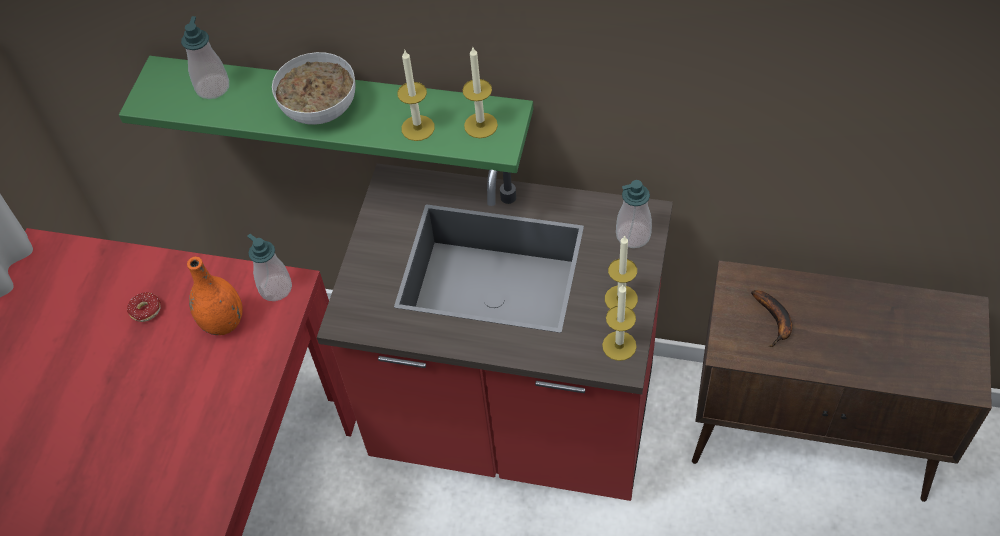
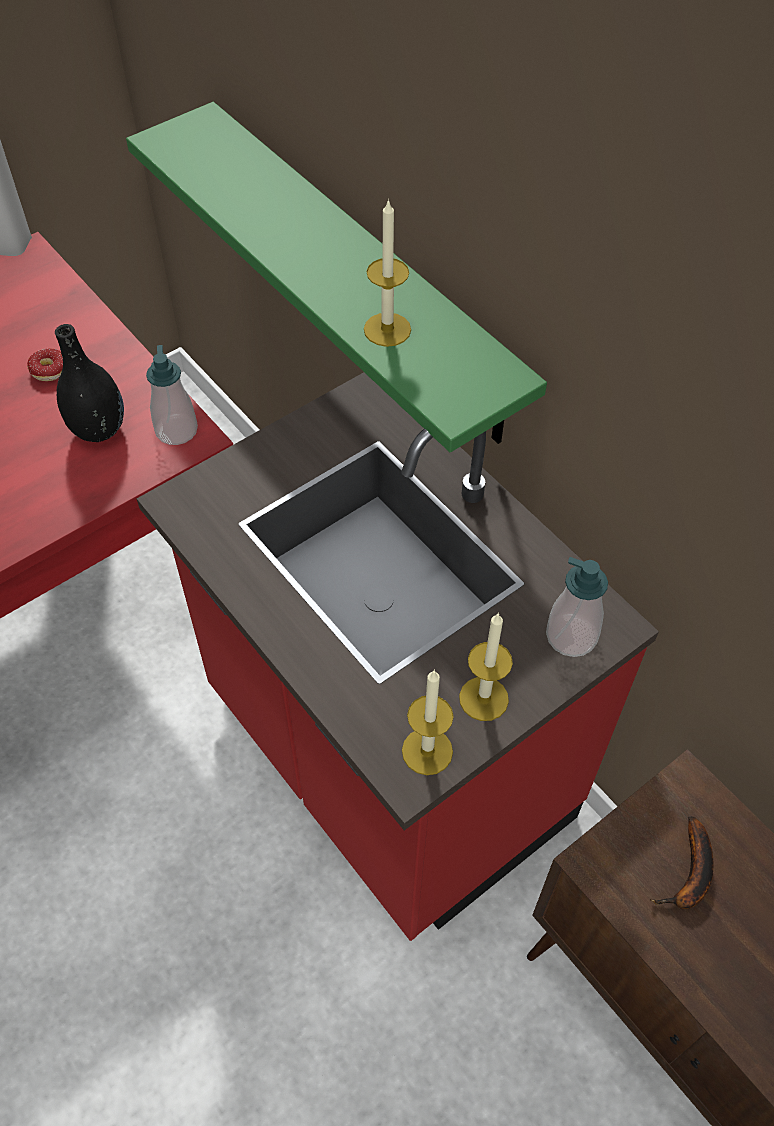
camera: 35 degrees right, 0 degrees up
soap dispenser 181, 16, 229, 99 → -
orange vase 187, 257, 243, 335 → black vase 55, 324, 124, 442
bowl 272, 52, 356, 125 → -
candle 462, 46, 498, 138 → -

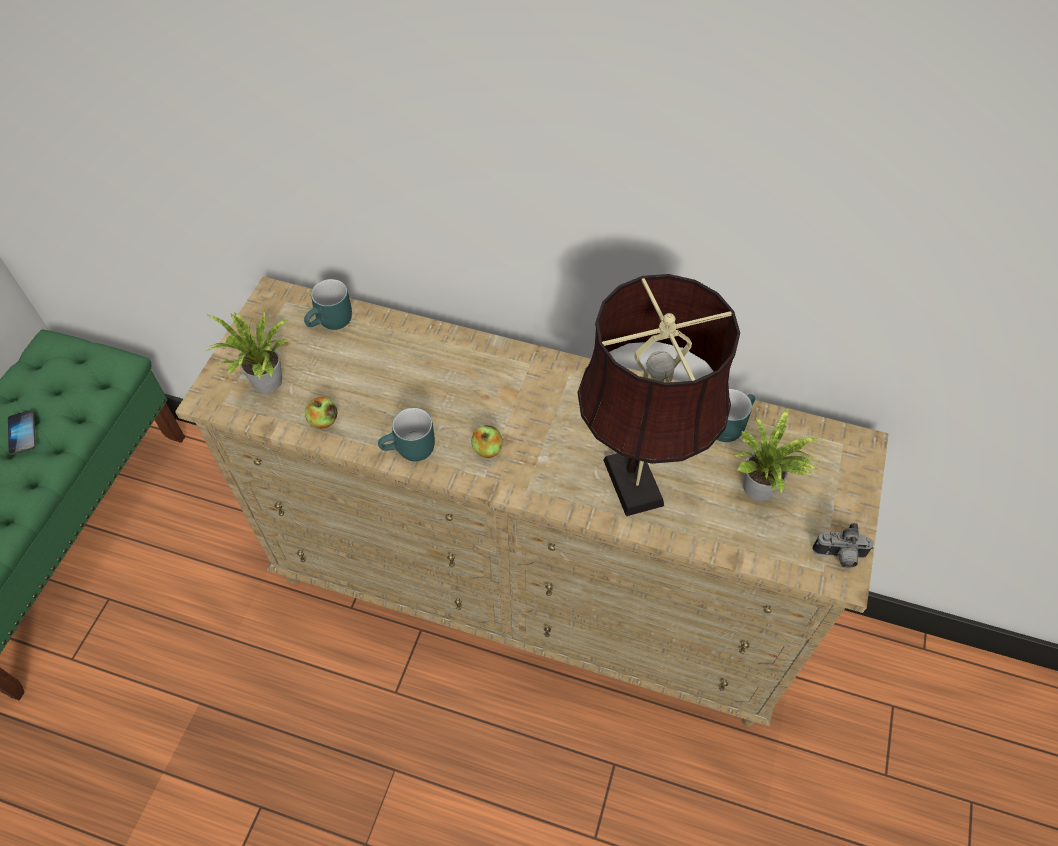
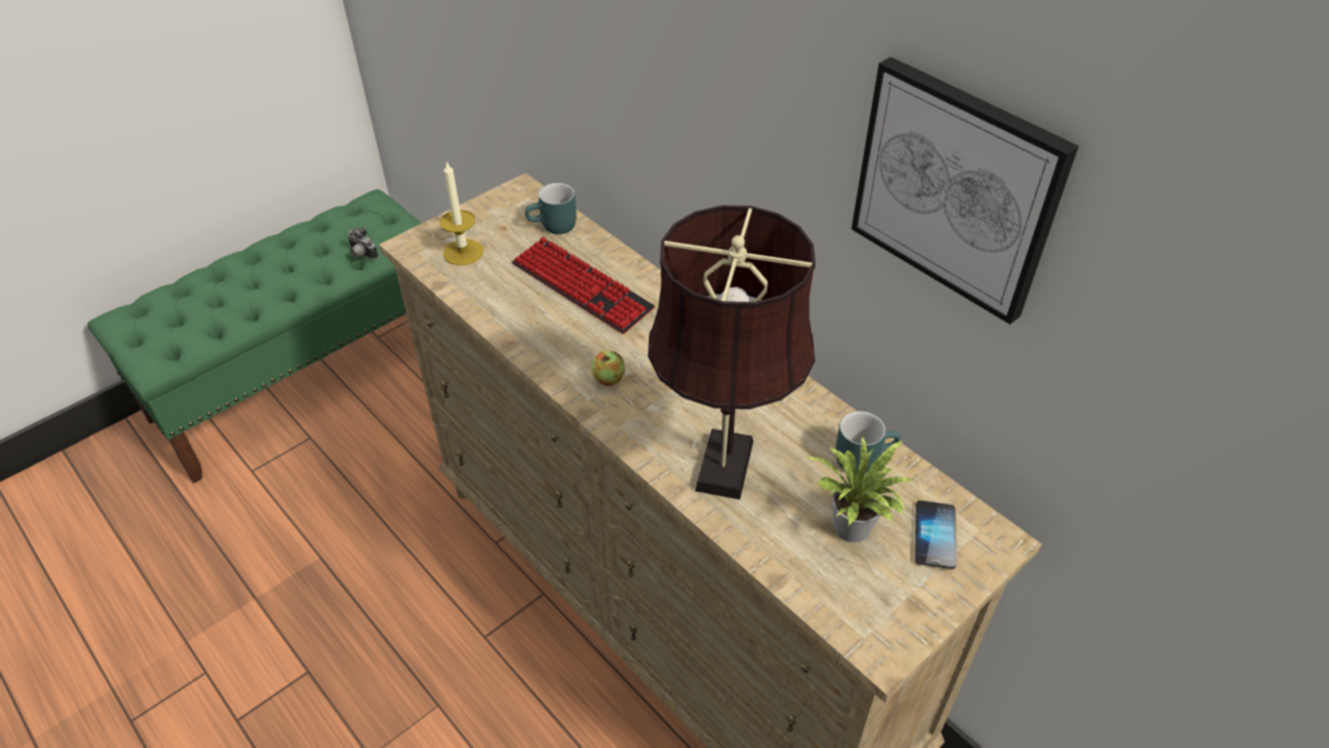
camera: 30 degrees right, 10 degrees down
phone 8, 410, 36, 455 → phone 915, 500, 956, 569, relocated
potted plant 204, 308, 290, 393 → candle 440, 162, 483, 266
apple 305, 397, 338, 429 → -
turquoise mug 378, 408, 435, 461 → -
photo camera 812, 523, 874, 568 → photo camera 347, 227, 378, 260, relocated
- → keyboard 512, 237, 655, 334
- → picture 851, 57, 1079, 324

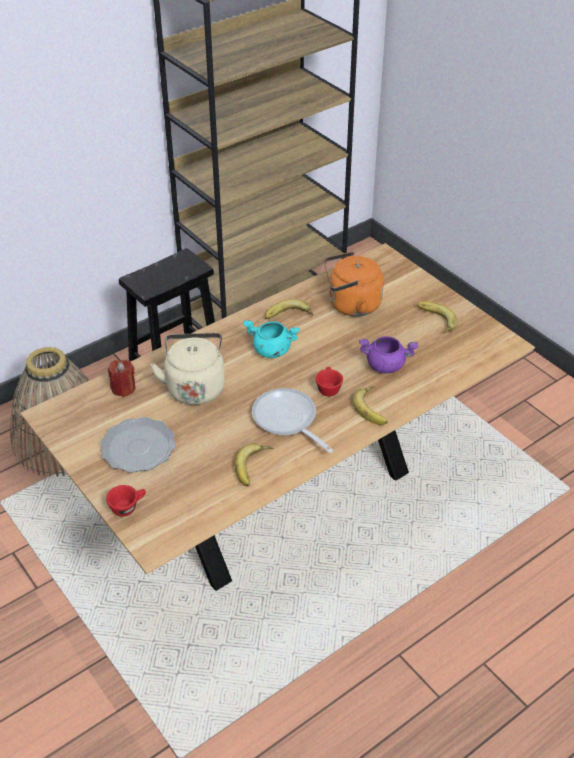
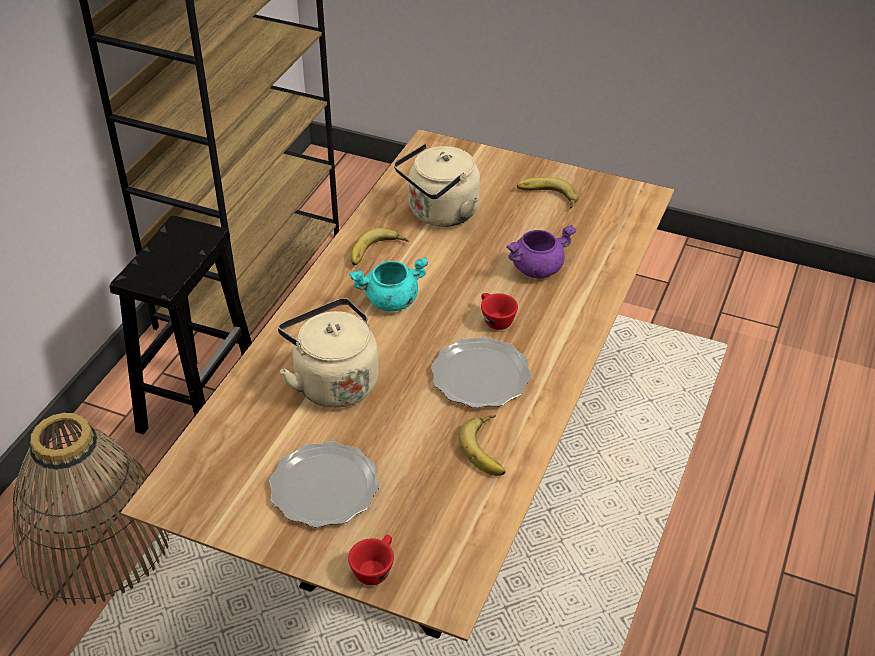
camera: 30 degrees left, 0 degrees up
red candle 108, 360, 135, 397 → -
frying pan 252, 388, 333, 453 → plate 431, 337, 532, 408
orange kettle 324, 251, 384, 317 → beige kettle 394, 144, 480, 227
banana 352, 386, 388, 425 → -

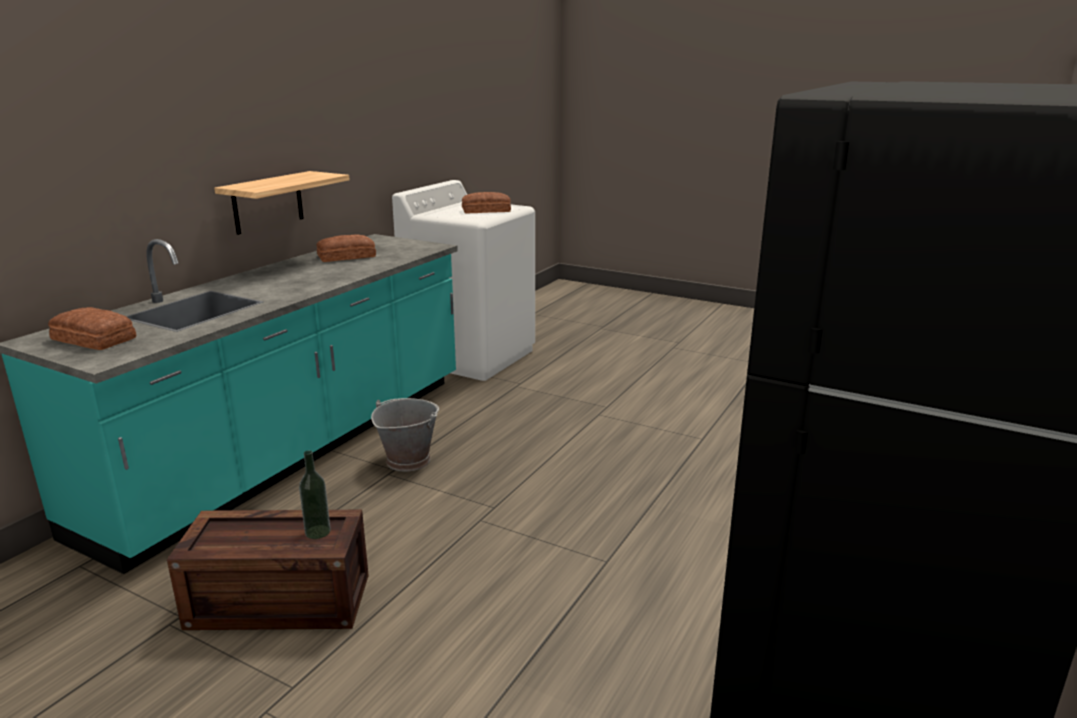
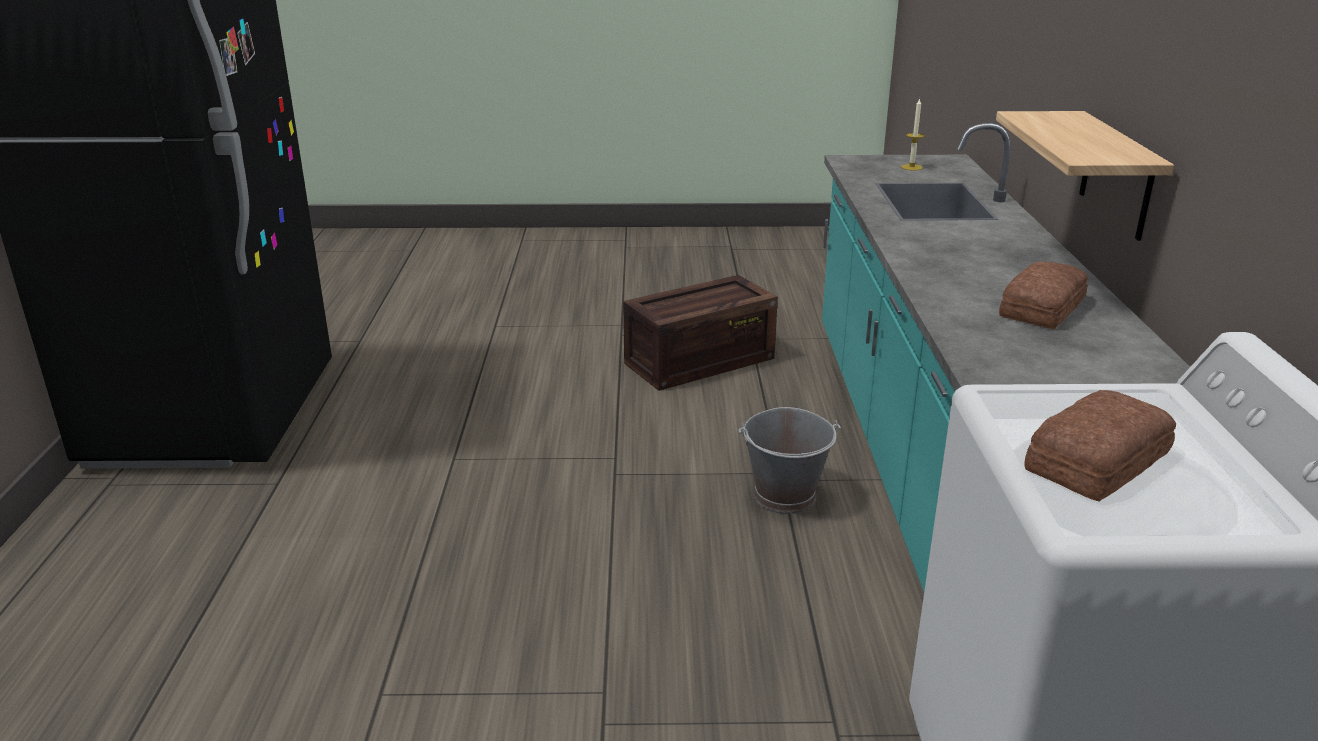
camera: 150 degrees right, 5 degrees up
bread 48, 307, 136, 350 → candle 901, 98, 925, 171
bottle 299, 450, 331, 539 → -

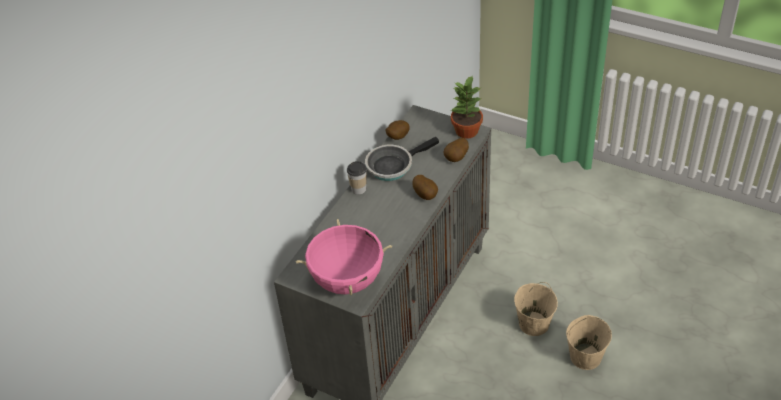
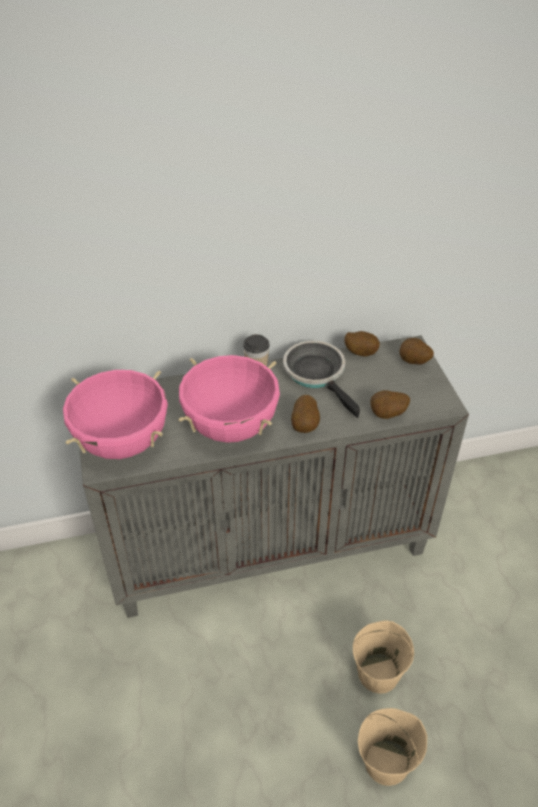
camera: 45 degrees right, 0 degrees up
frying pan 365, 137, 439, 181 → frying pan 283, 341, 360, 418, 45 degrees clockwise
potted plant 451, 75, 483, 139 → -
- → pink cooking pot 178, 355, 280, 443
- → potato 400, 338, 434, 365

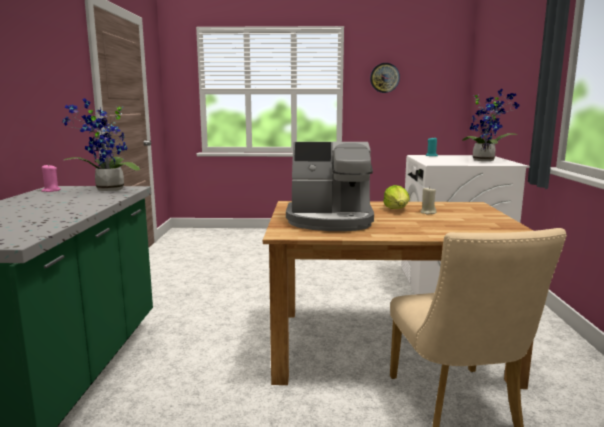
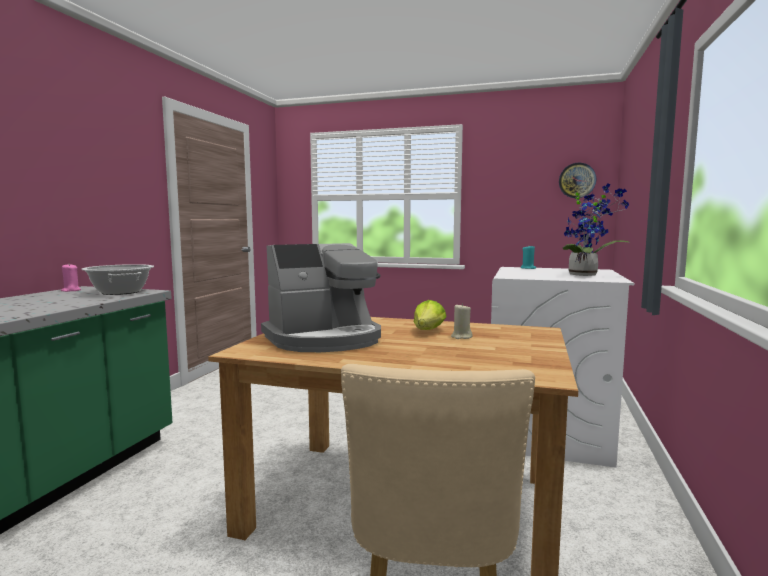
camera: 15 degrees right, 5 degrees down
potted plant 62, 98, 140, 191 → cooking pot 82, 264, 154, 295
coffee machine 286, 142, 374, 231 → coffee machine 261, 243, 381, 352, 45 degrees counterclockwise
wall clock 370, 63, 400, 93 → wall clock 559, 163, 596, 198, relocated

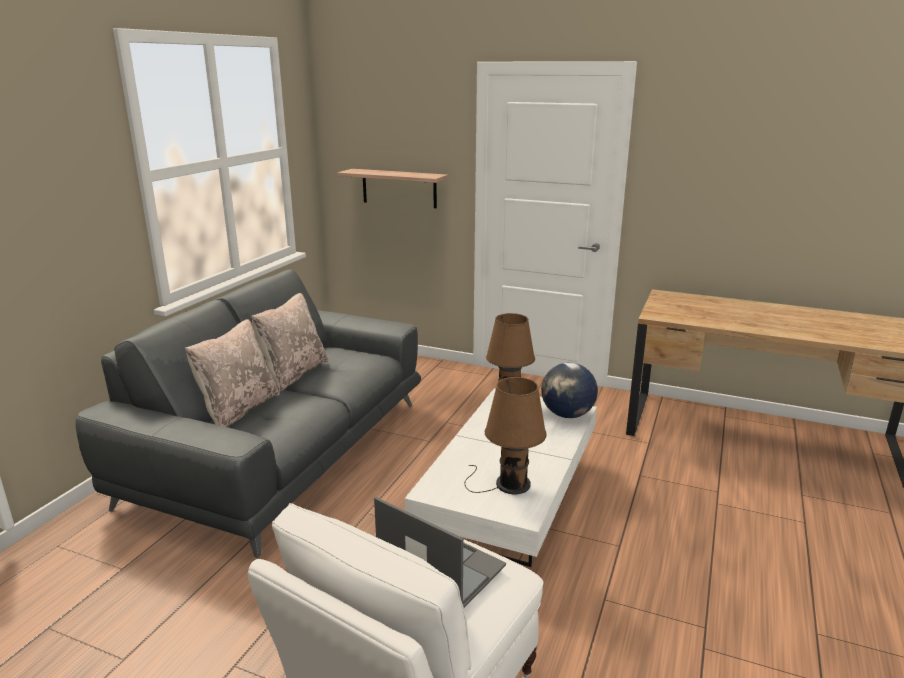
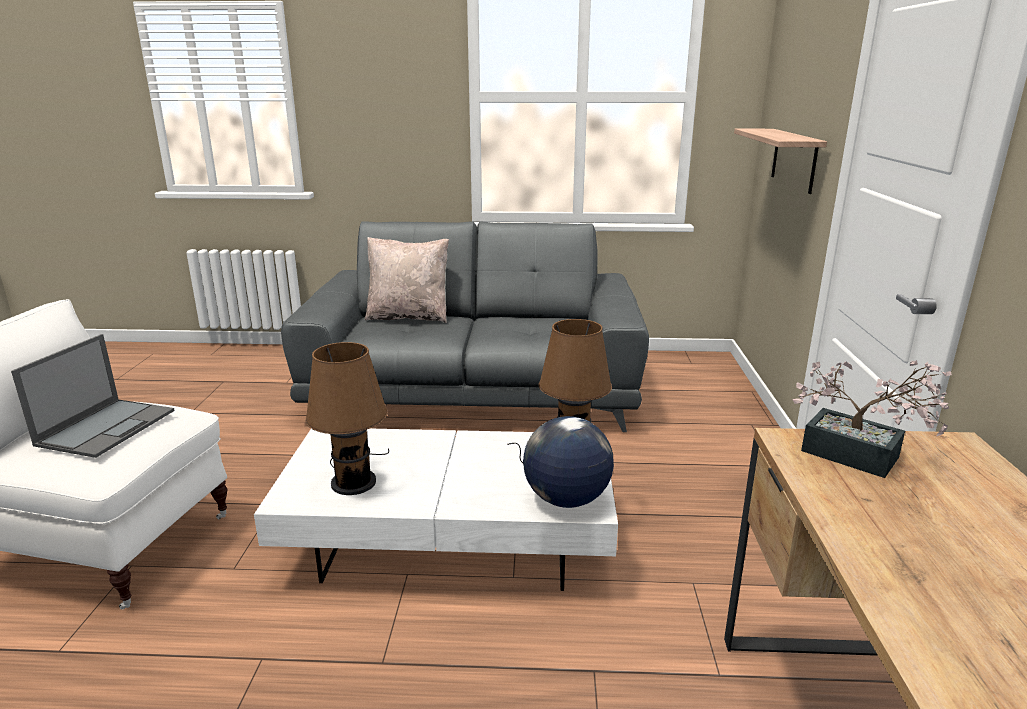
camera: 70 degrees right, 0 degrees up
beige pillow 251, 293, 329, 392 → -
- → potted plant 792, 360, 952, 478

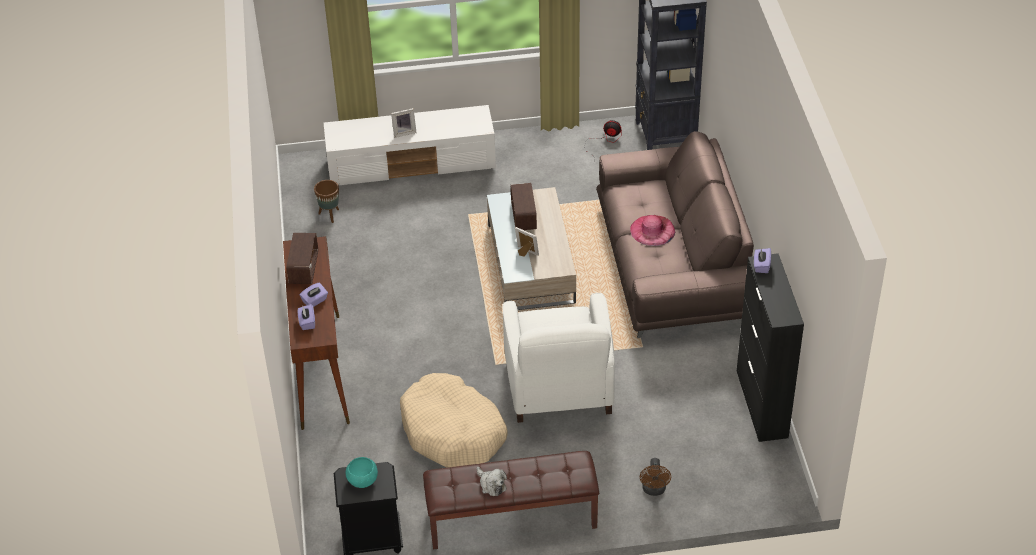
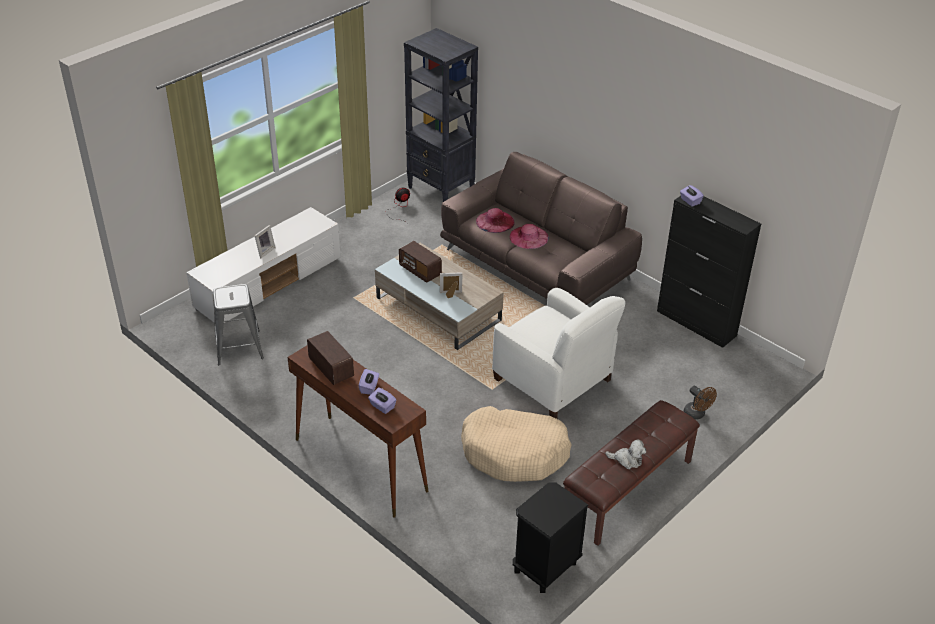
camera: 40 degrees left, 5 degrees down
brown planter 314, 180, 339, 223 → grey stool 213, 284, 264, 365
turquoise bowl 346, 457, 378, 488 → -
- → pink hat 476, 208, 514, 233

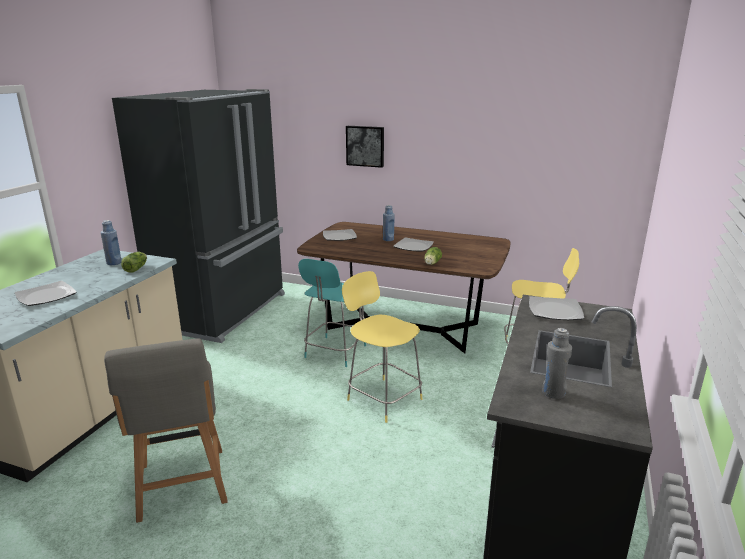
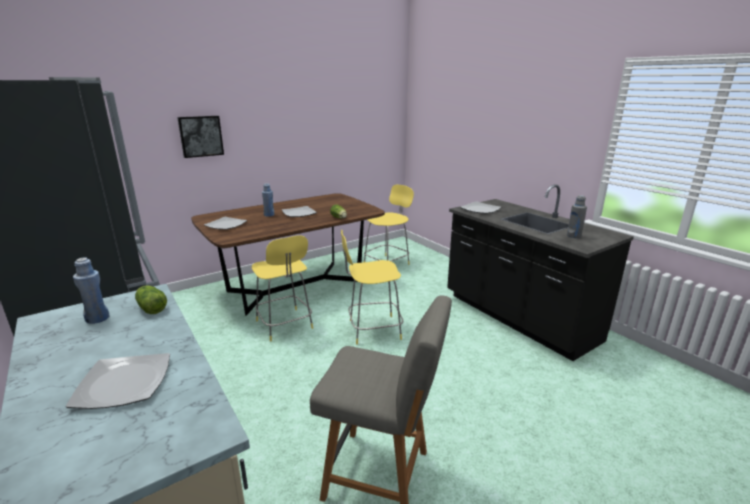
camera: 55 degrees left, 0 degrees up
turquoise stool 298, 259, 366, 367 → yellow stool 252, 235, 313, 342

